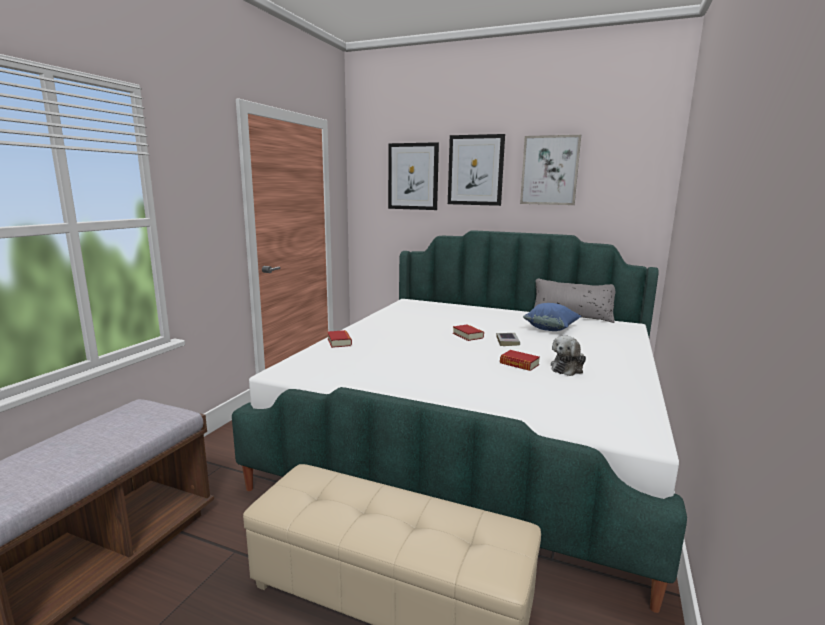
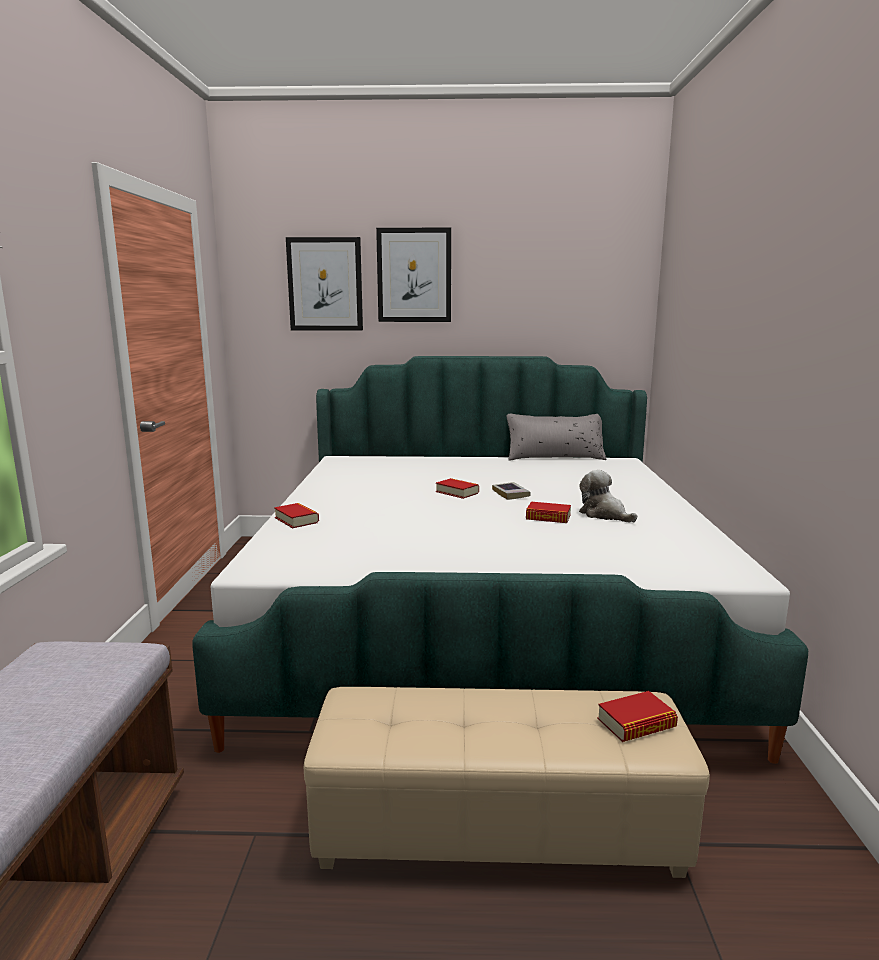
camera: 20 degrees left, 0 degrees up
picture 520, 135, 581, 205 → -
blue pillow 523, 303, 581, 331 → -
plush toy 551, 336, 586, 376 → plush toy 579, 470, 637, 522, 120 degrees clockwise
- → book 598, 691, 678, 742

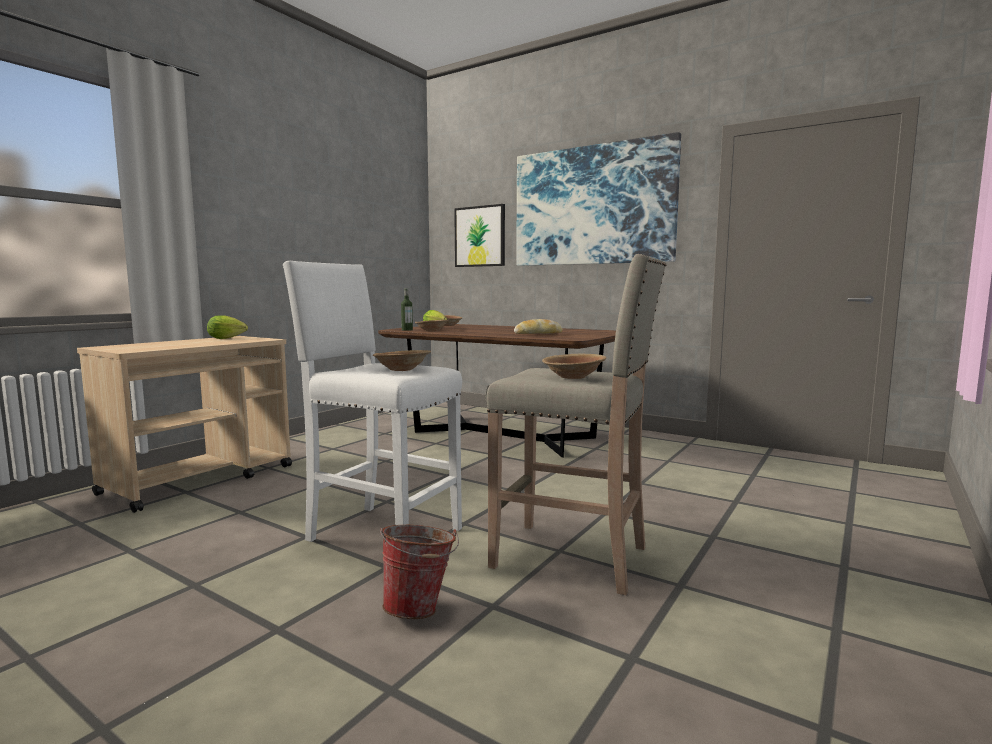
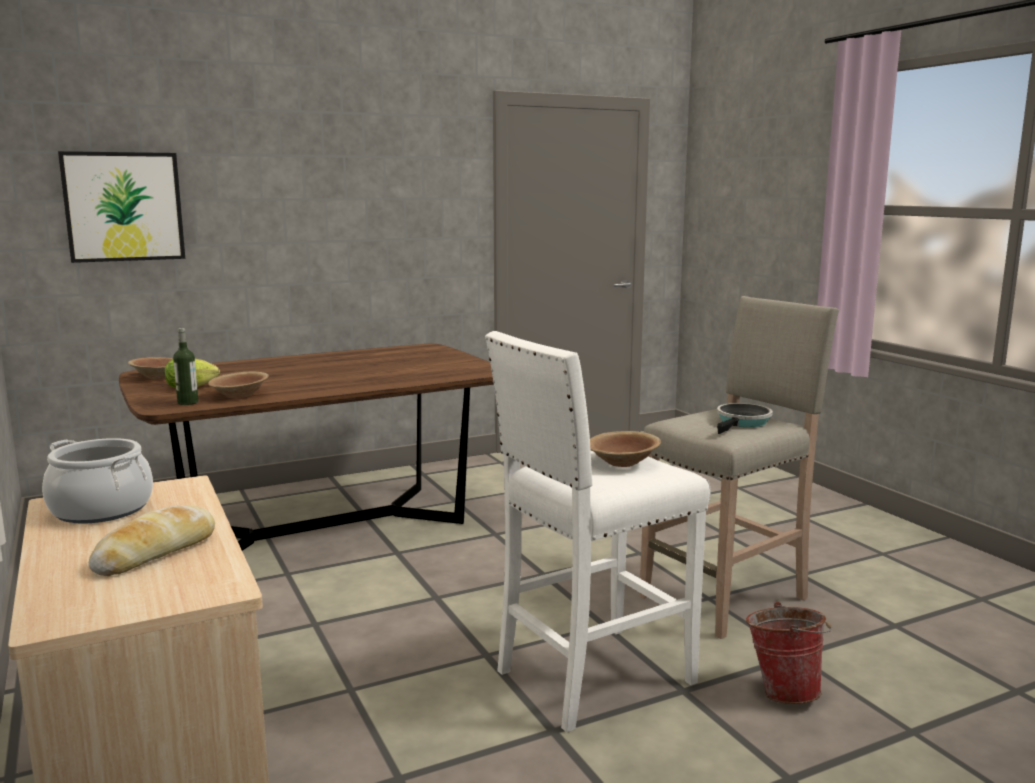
camera: 60 degrees left, 5 degrees up
lettuce 207, 315, 248, 339 → cooking pot 42, 438, 153, 524
bread 514, 319, 563, 334 → bread 89, 505, 215, 576, relocated
picture 516, 132, 681, 266 → -
brown bowl 542, 354, 606, 379 → frying pan 717, 403, 773, 434

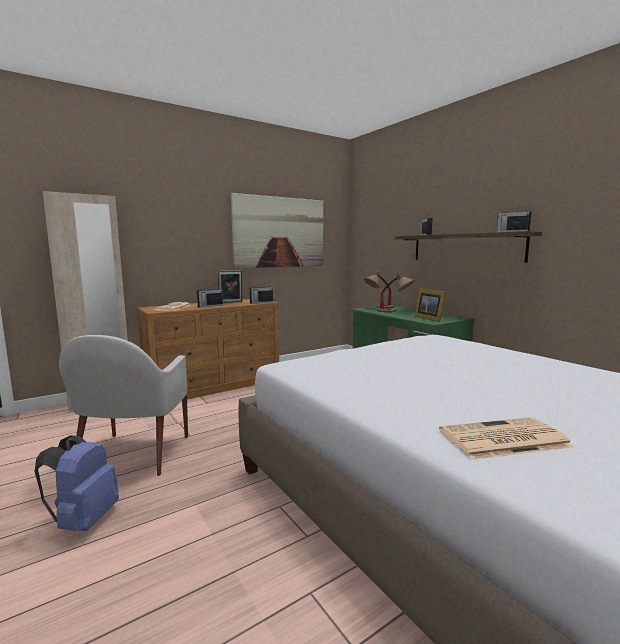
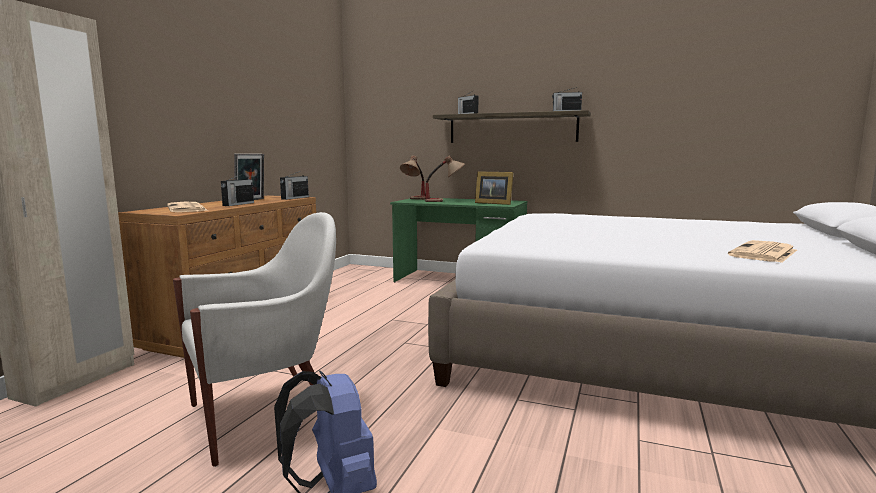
camera: 35 degrees left, 0 degrees up
white armchair 59, 335, 188, 476 → white armchair 173, 212, 336, 467, 90 degrees counterclockwise
picture 231, 193, 323, 268 → -

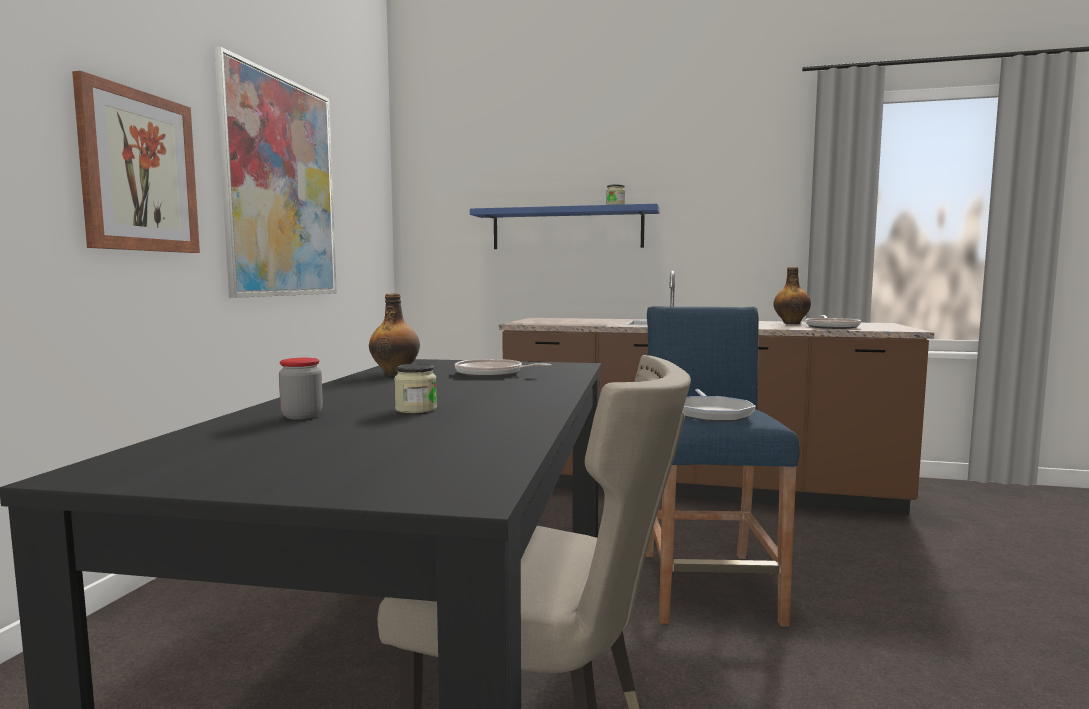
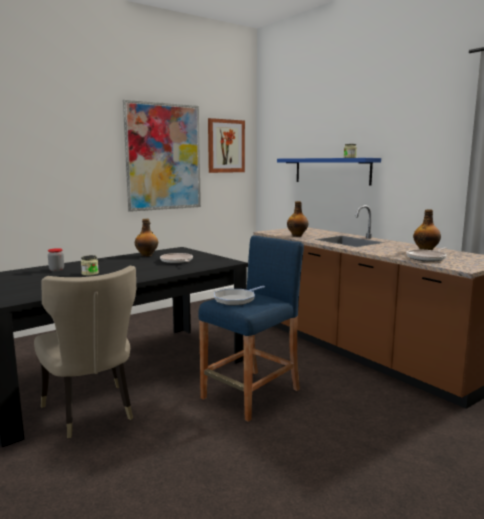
camera: 40 degrees right, 5 degrees up
picture 72, 71, 200, 253 → picture 208, 118, 245, 173, relocated
- → bottle 287, 201, 308, 237

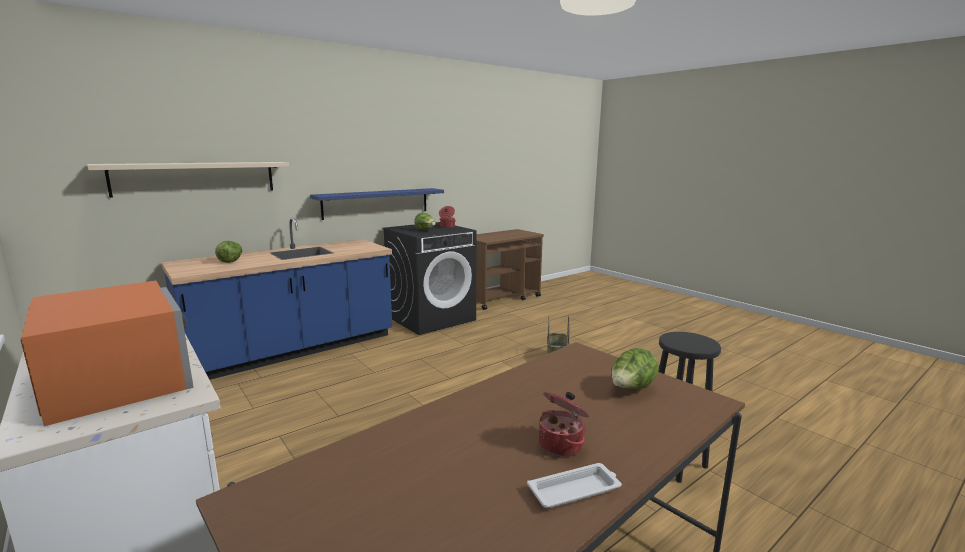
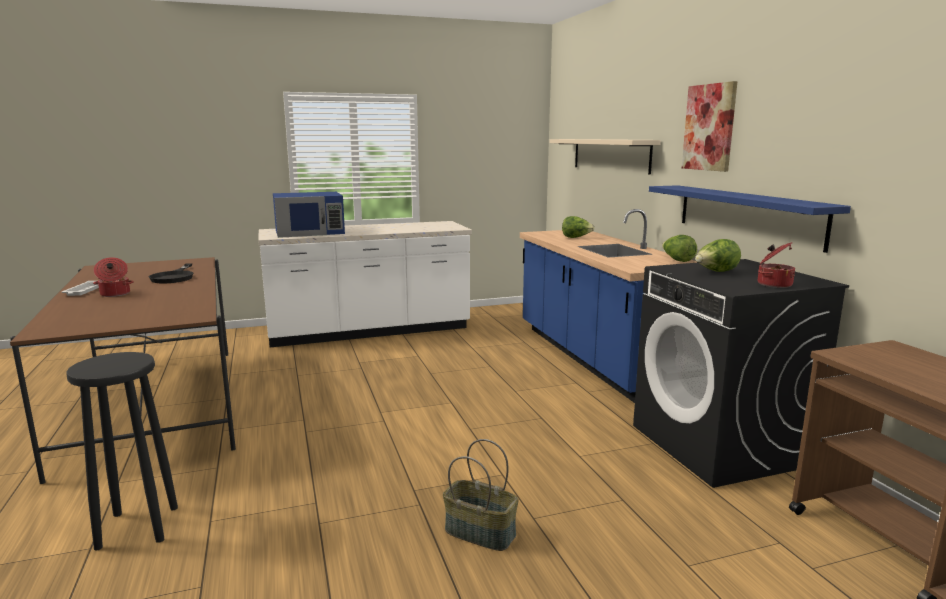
camera: 110 degrees right, 0 degrees up
orange microwave 20, 281, 194, 426 → blue microwave 273, 192, 345, 238
lettuce 611, 348, 659, 390 → lettuce 662, 235, 697, 262, relocated
- → black frying pan 149, 263, 193, 283
- → picture 682, 81, 738, 172

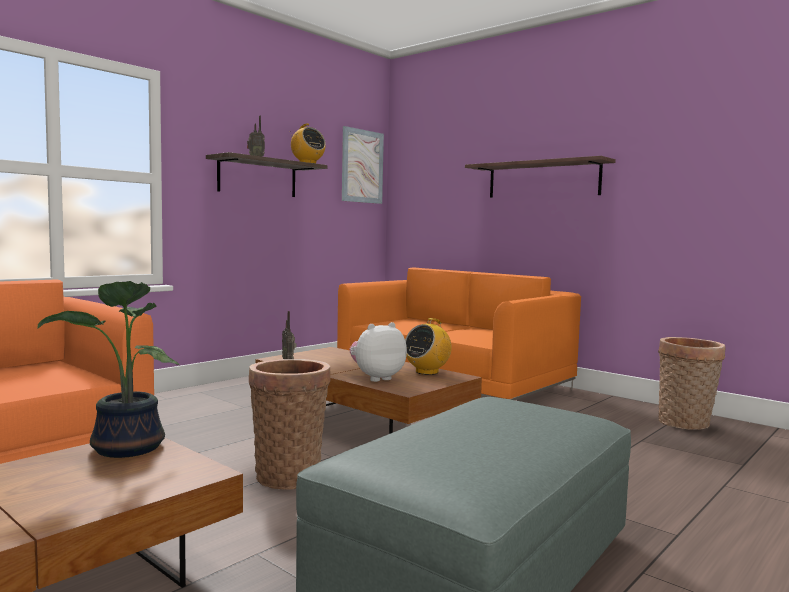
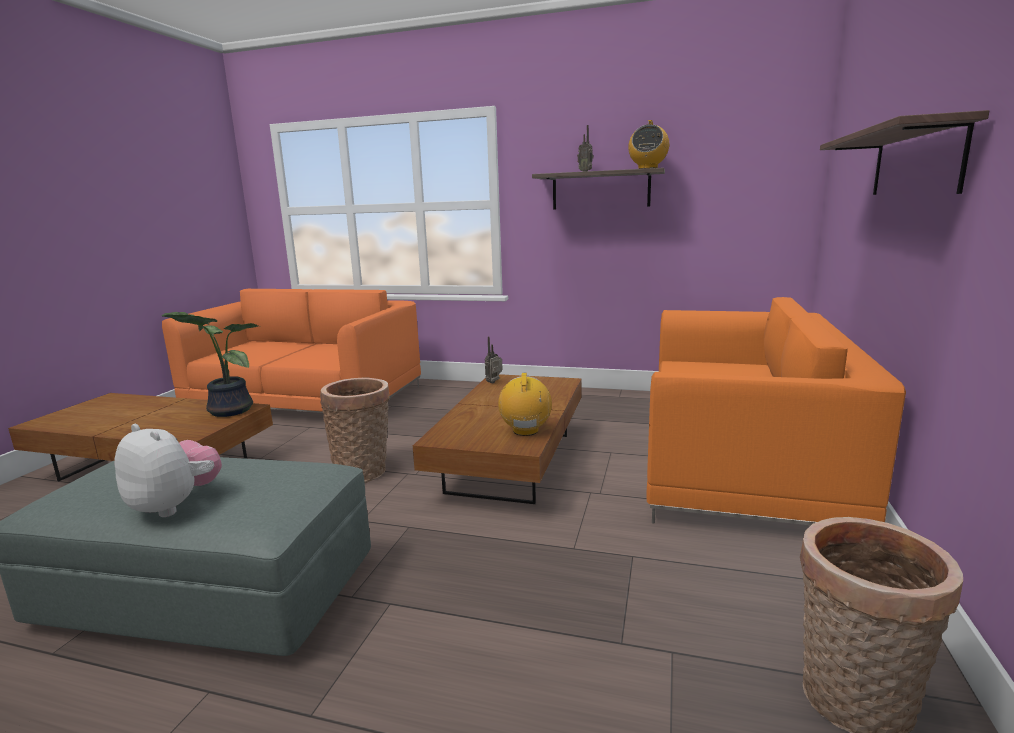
camera: 65 degrees right, 10 degrees up
picture 342, 126, 384, 204 → -
plush toy 350, 322, 407, 382 → plush toy 115, 424, 222, 517, relocated
radio 405, 318, 452, 375 → radio 498, 373, 552, 436, 75 degrees clockwise

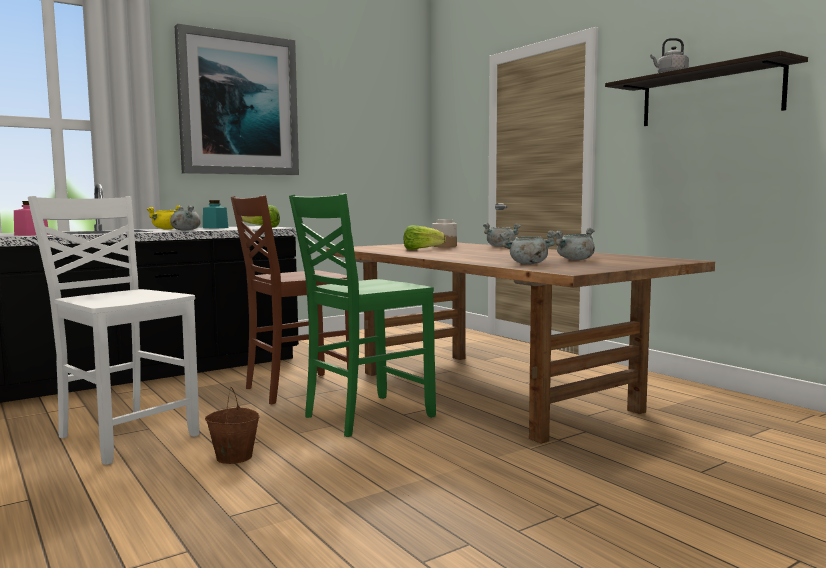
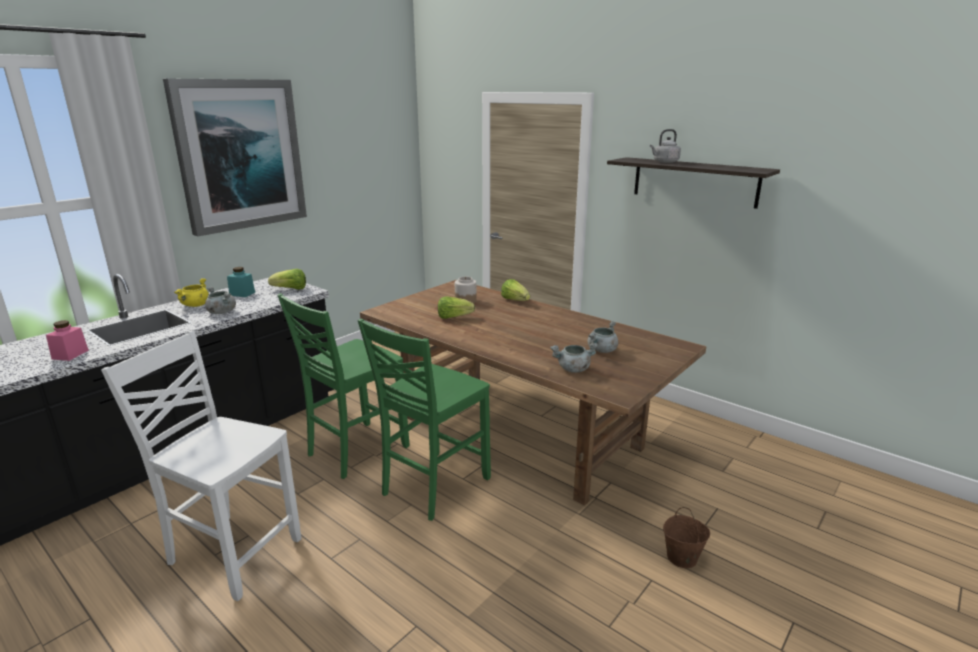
camera: 15 degrees left, 15 degrees up
brown bucket 205, 387, 260, 464 → brown bucket 663, 507, 710, 568, relocated
brown chair 231, 195, 349, 404 → green chair 277, 293, 409, 479
grey cooking pot 483, 223, 521, 247 → lettuce 501, 279, 530, 301

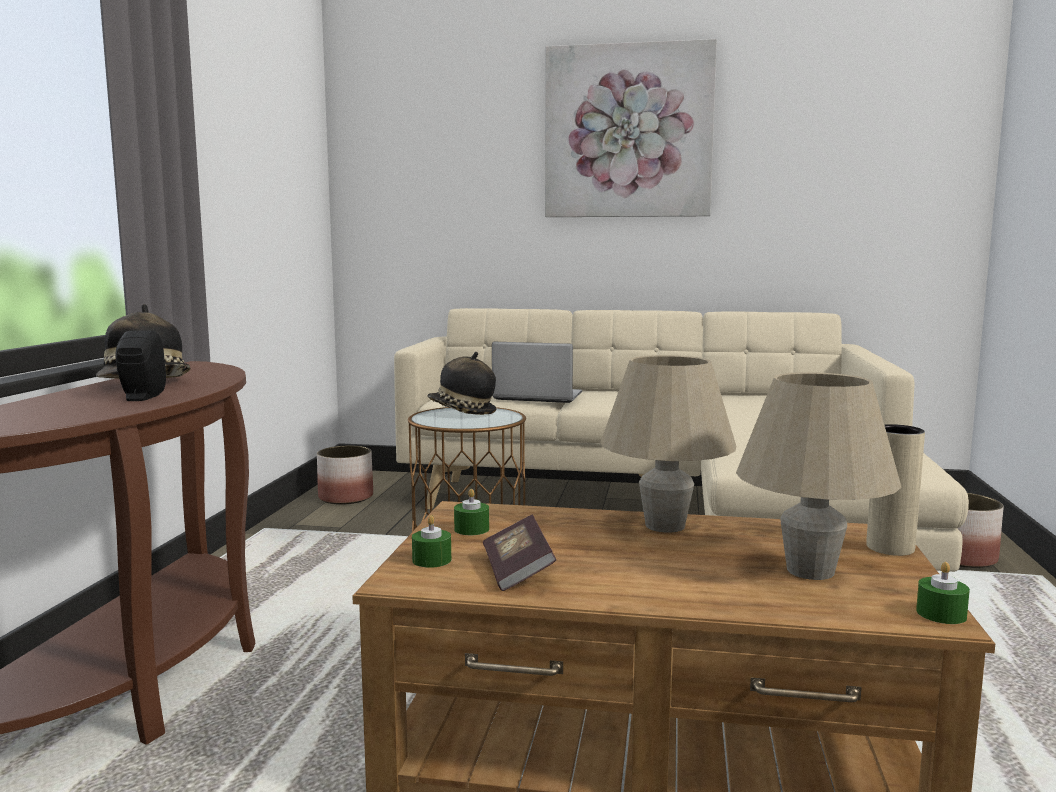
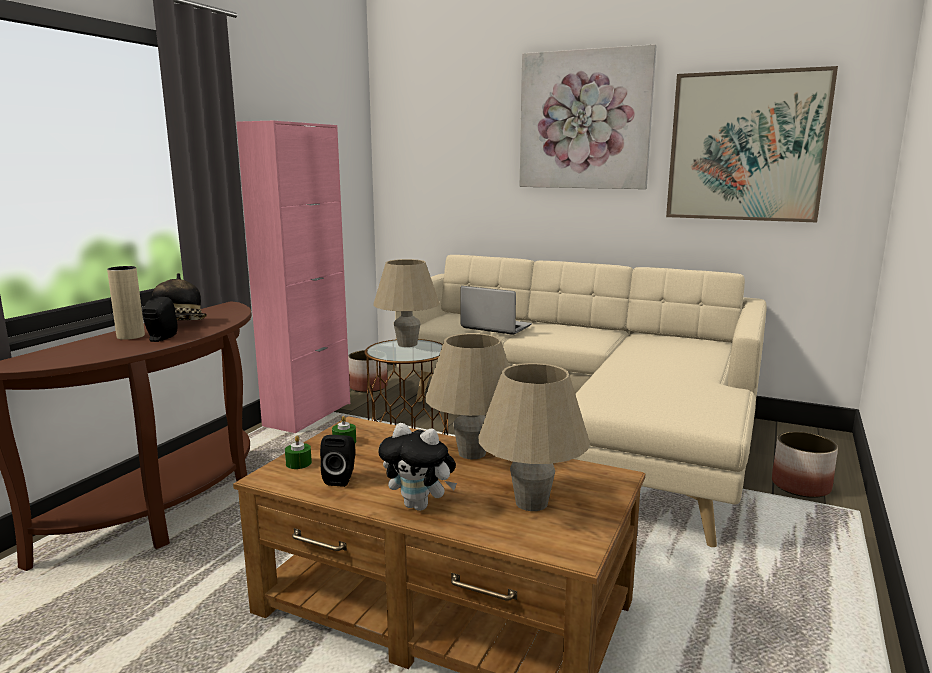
camera: 15 degrees right, 5 degrees up
hat 427, 352, 496, 415 → beige table lamp 373, 259, 440, 347
book 483, 514, 556, 591 → black speaker 320, 435, 355, 487
beige vase 866, 424, 925, 556 → beige vase 107, 266, 145, 340, relocated
green candle 916, 562, 970, 624 → -
- → pink cabinet 236, 121, 350, 433
- → plush toy 378, 423, 457, 511
- → picture 666, 66, 838, 222

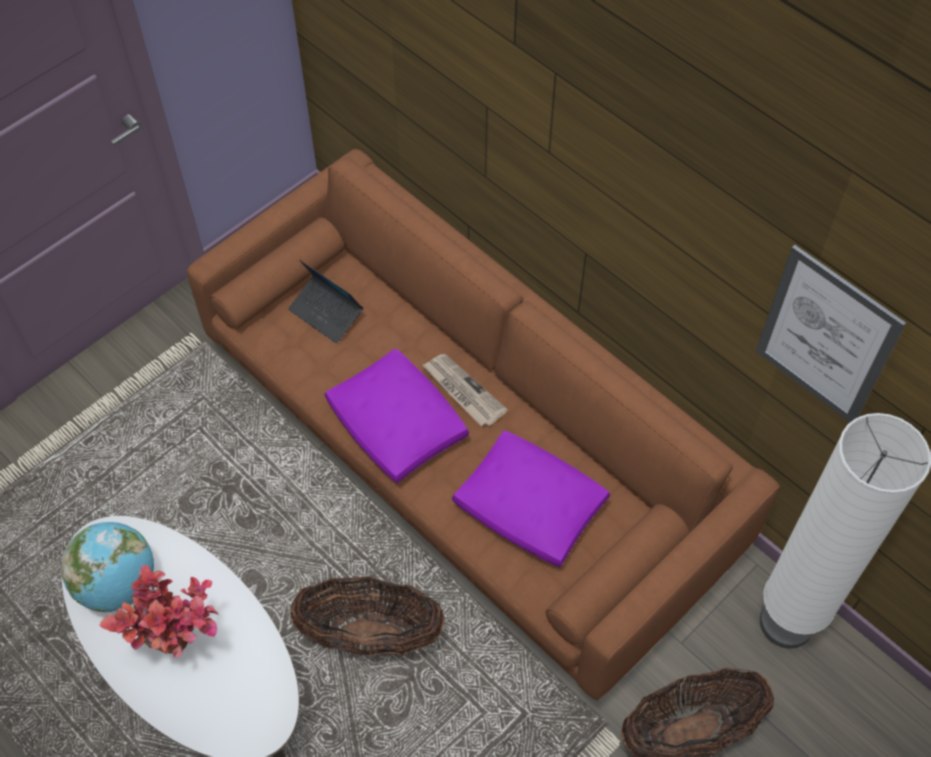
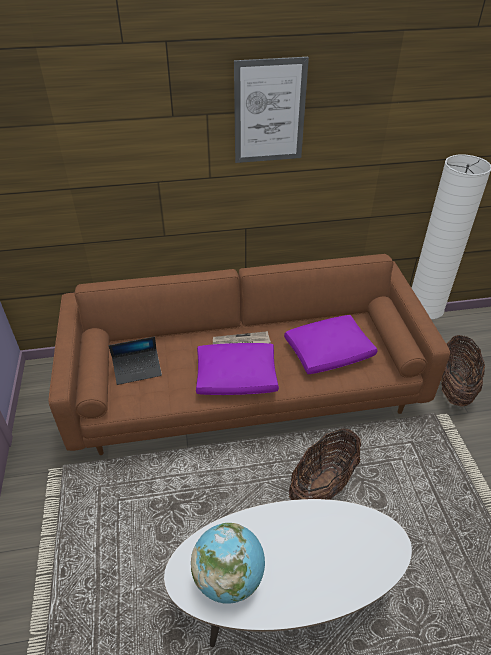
camera: 55 degrees left, 15 degrees down
potted plant 99, 564, 220, 658 → -
picture 756, 245, 906, 422 → picture 234, 57, 309, 163, relocated

